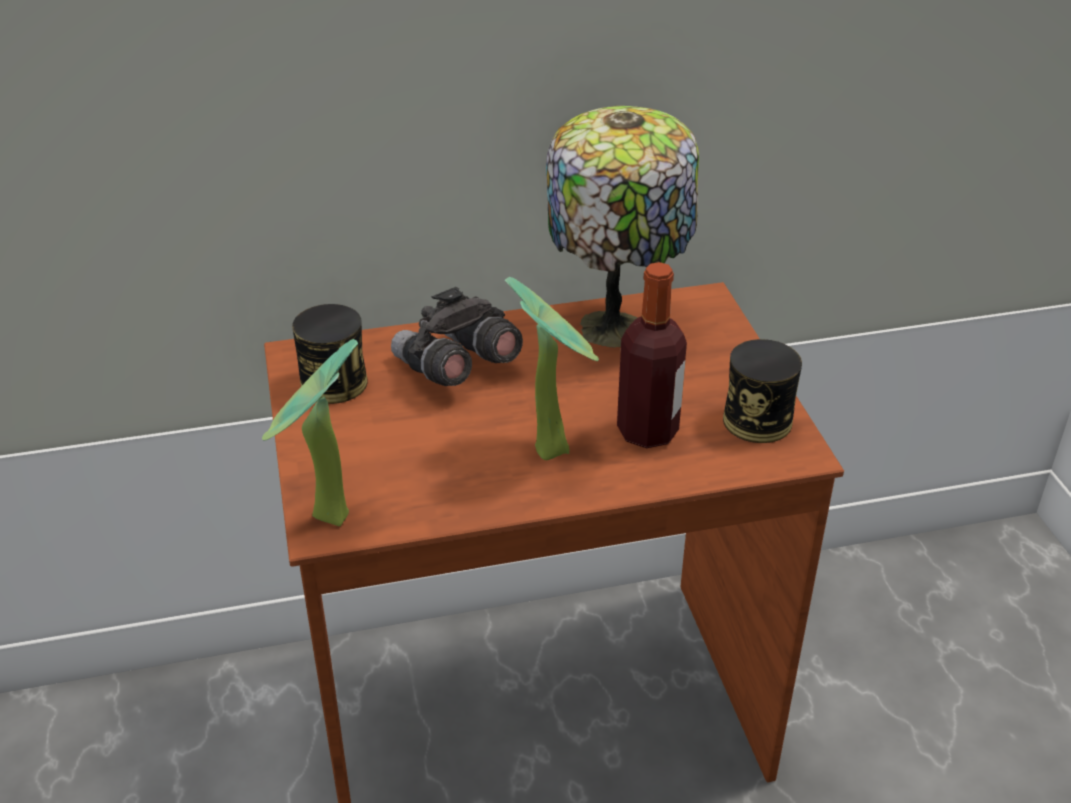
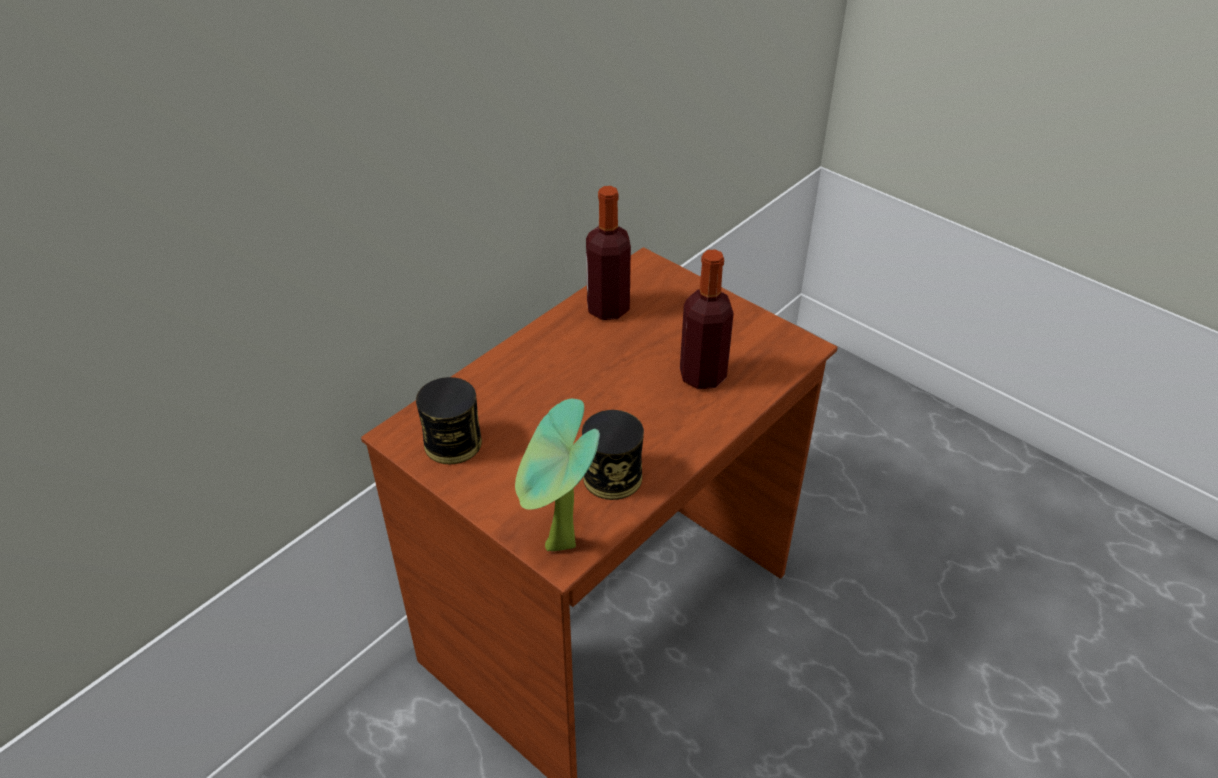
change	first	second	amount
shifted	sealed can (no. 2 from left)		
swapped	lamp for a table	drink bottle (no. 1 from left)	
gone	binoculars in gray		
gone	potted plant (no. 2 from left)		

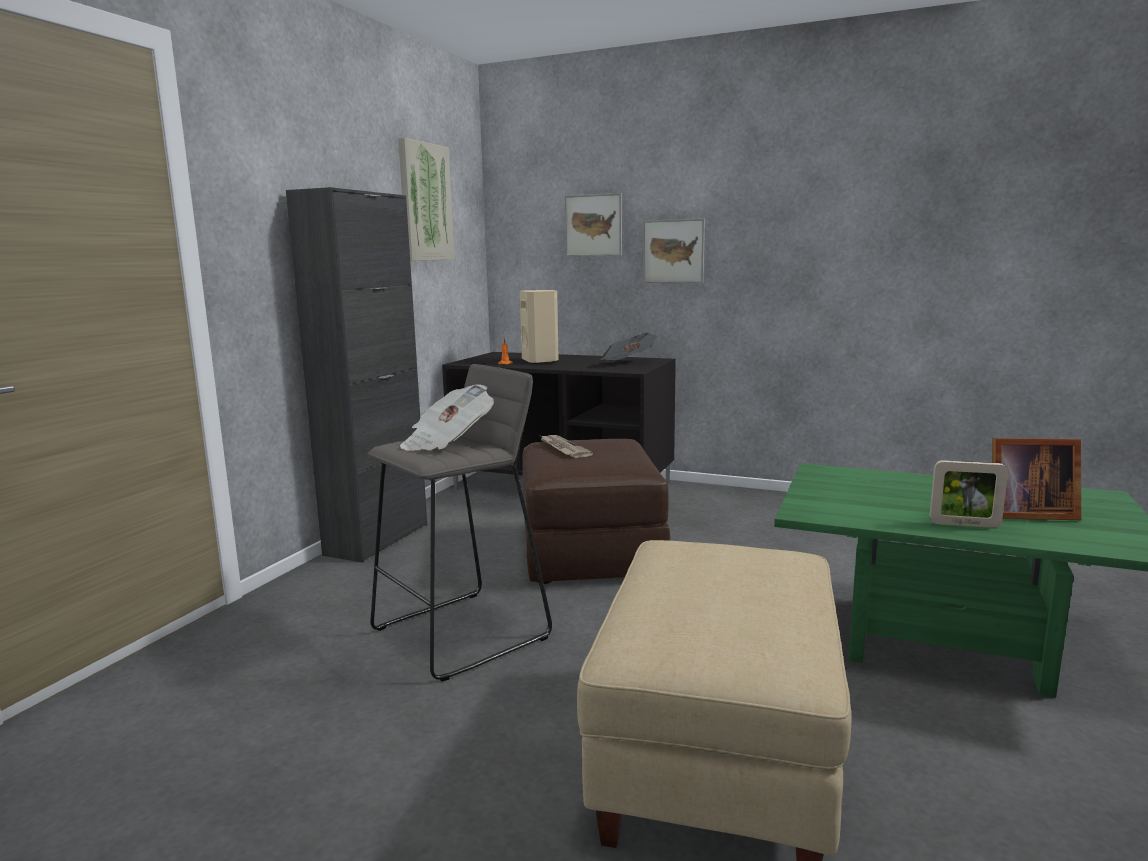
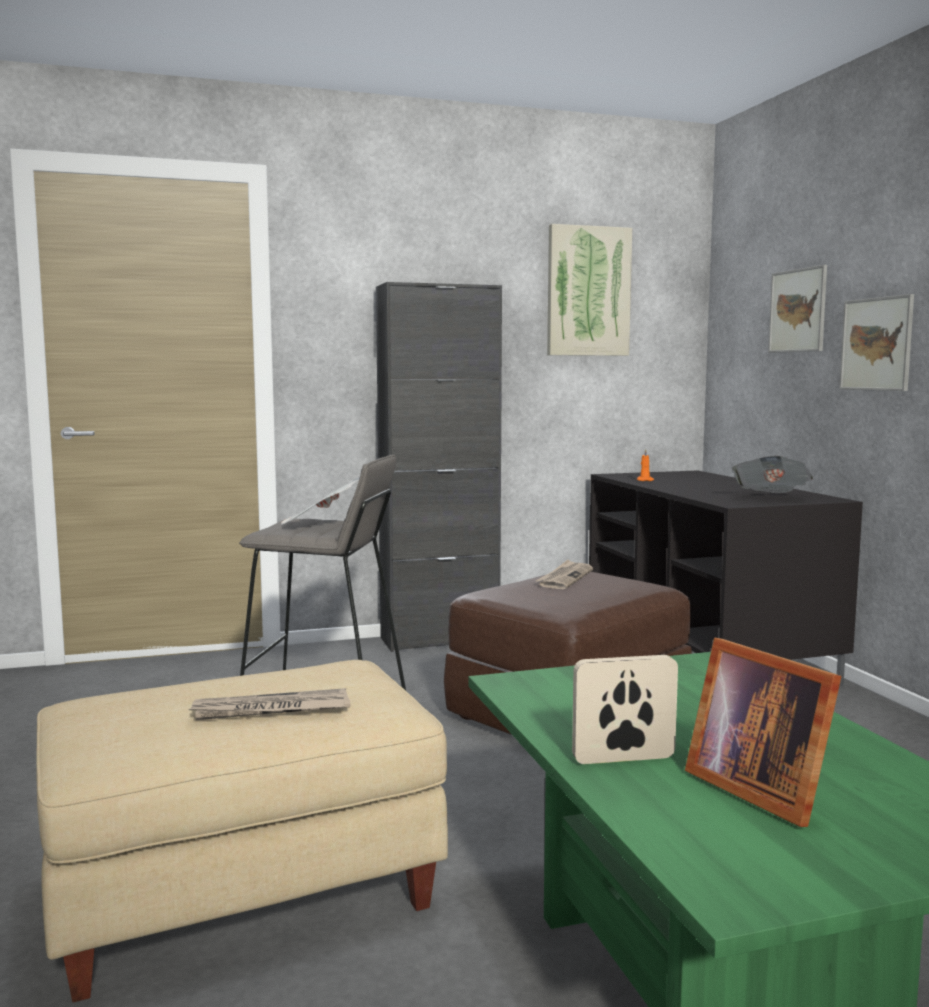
change	first	second	amount
new		daily paper (no. 1 from left)	
rotated	picture frame (no. 1 from left)		105 degrees clockwise
gone	audio speaker in beige-coloured		

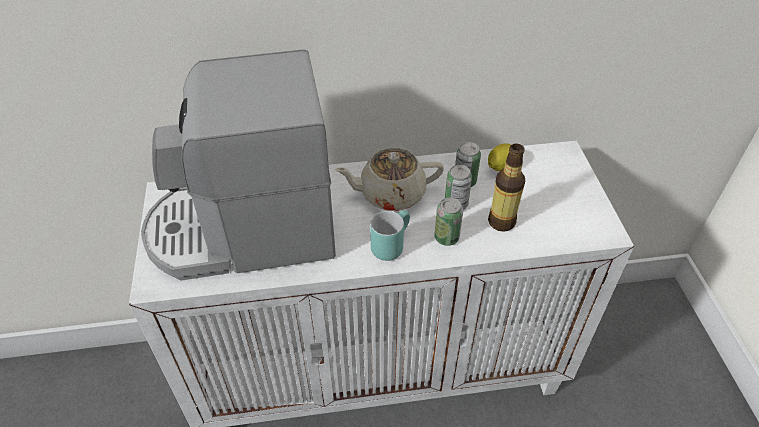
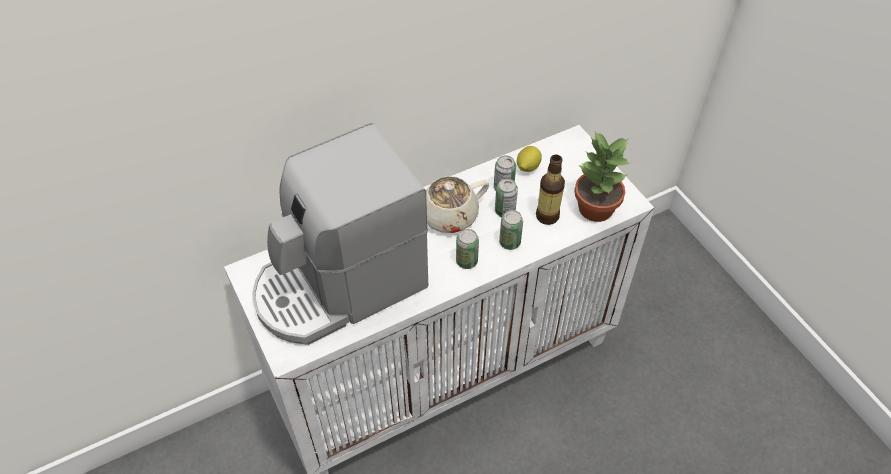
change	first	second	amount
swapped	mug in blue-green	sealed can (no. 1 from left)	
new		potted plant	

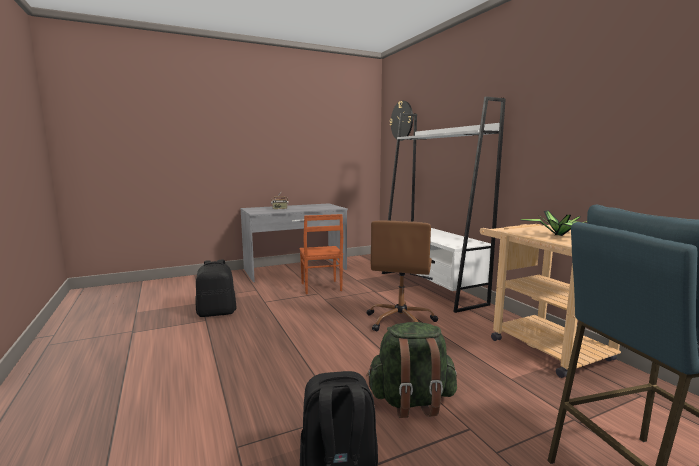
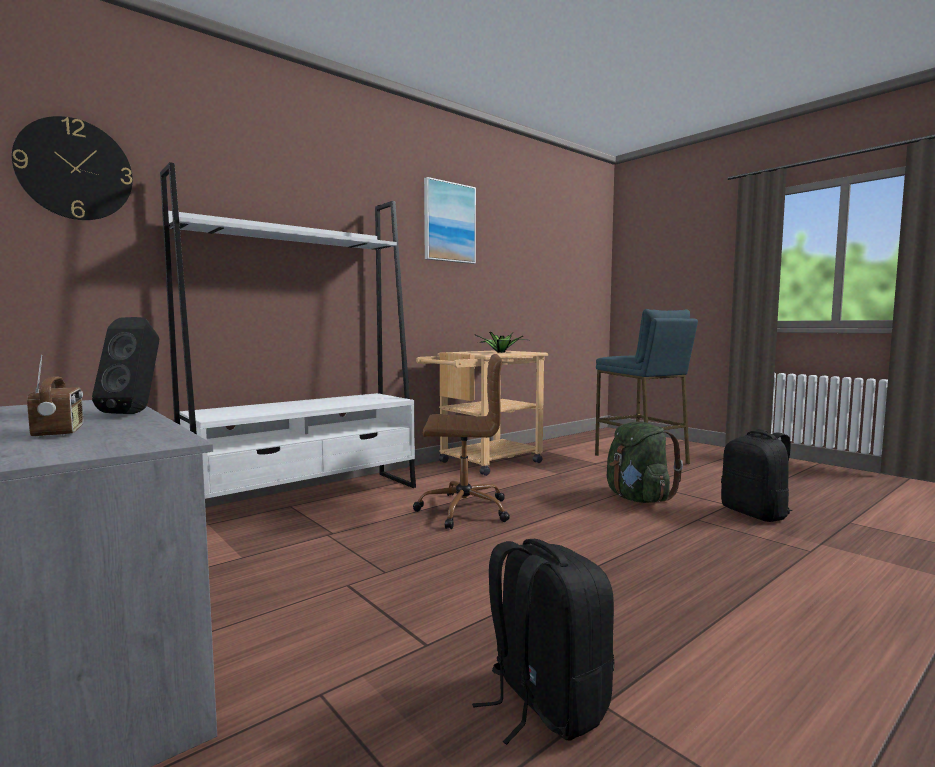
change	first	second	amount
new		audio speaker in black	
new		wall picture	
gone	chair in brownish		

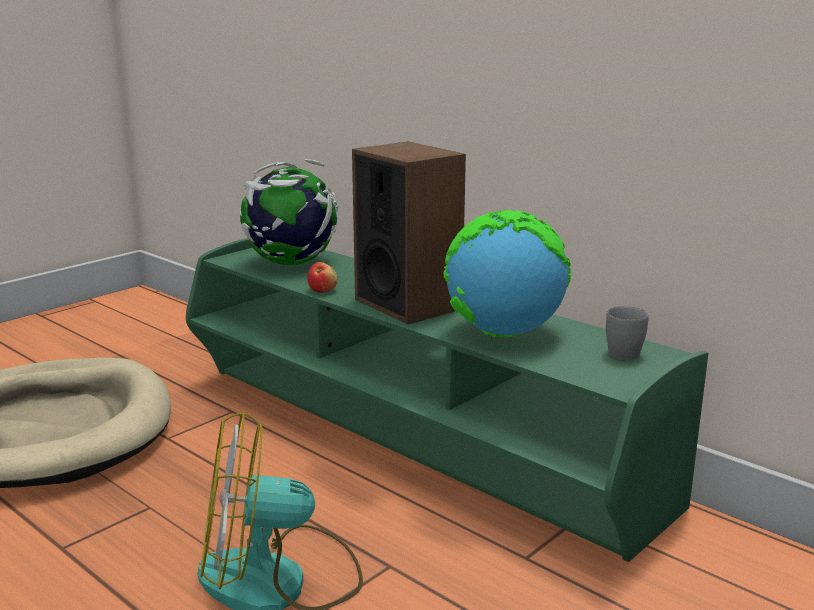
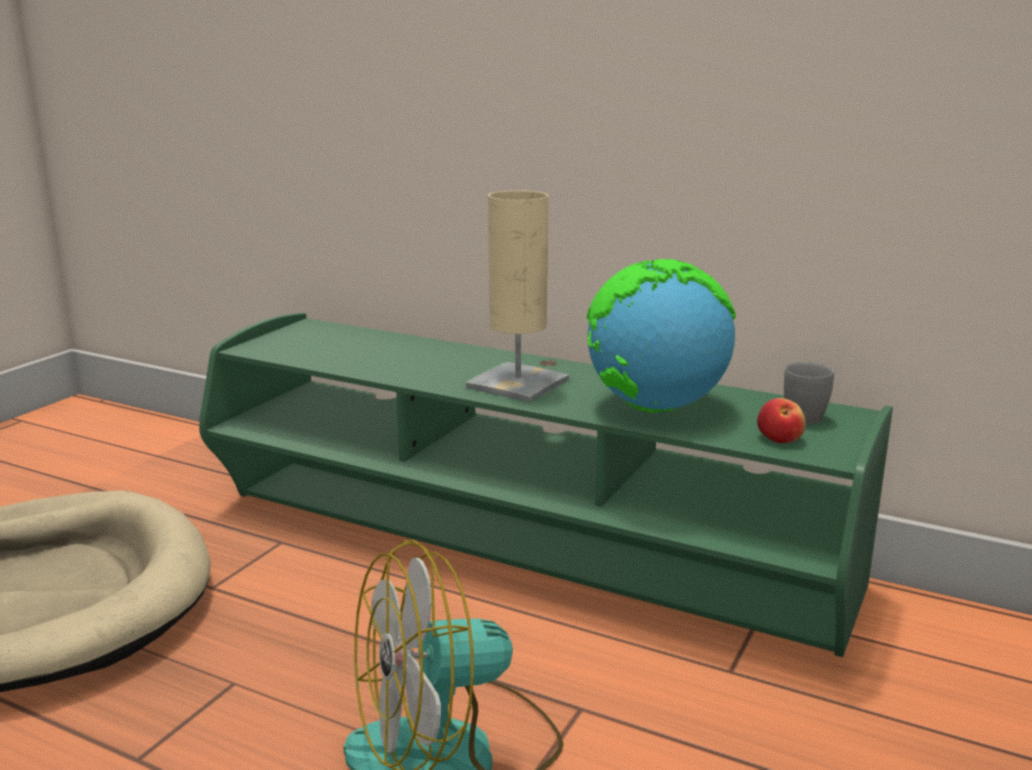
change	first	second	amount
swapped	audio speaker	lamp for a table in beige-coloured	
shifted	apple fruit		
gone	globe (no. 1 from left)		

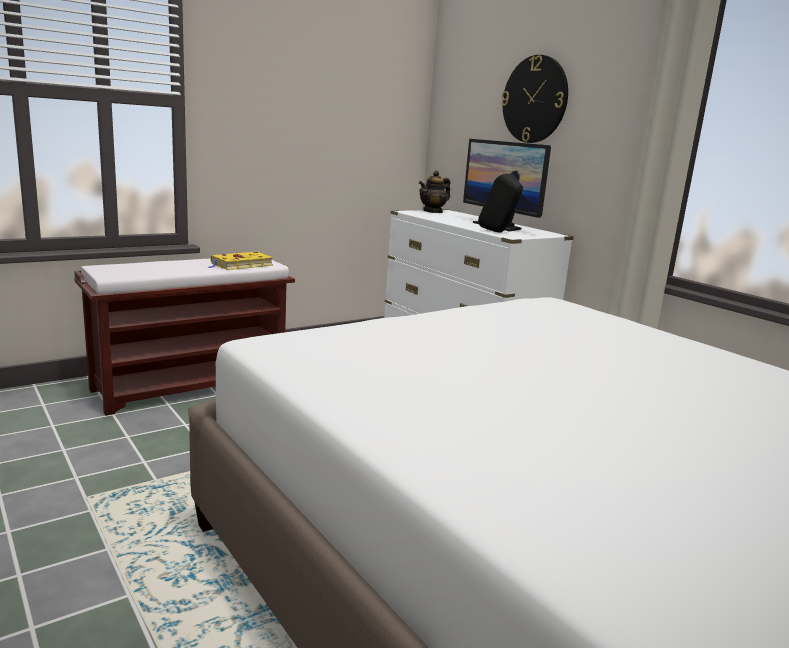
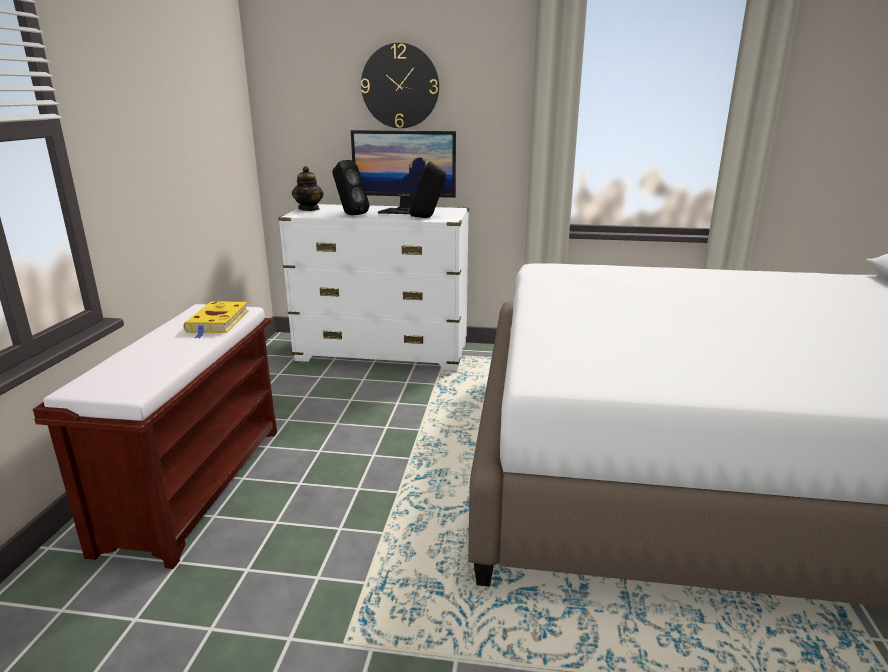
change	first	second	amount
new		audio speaker in black (no. 1 from left)	

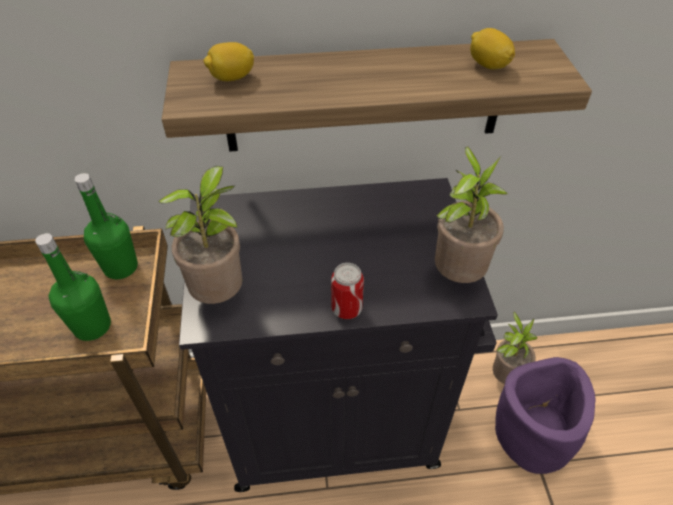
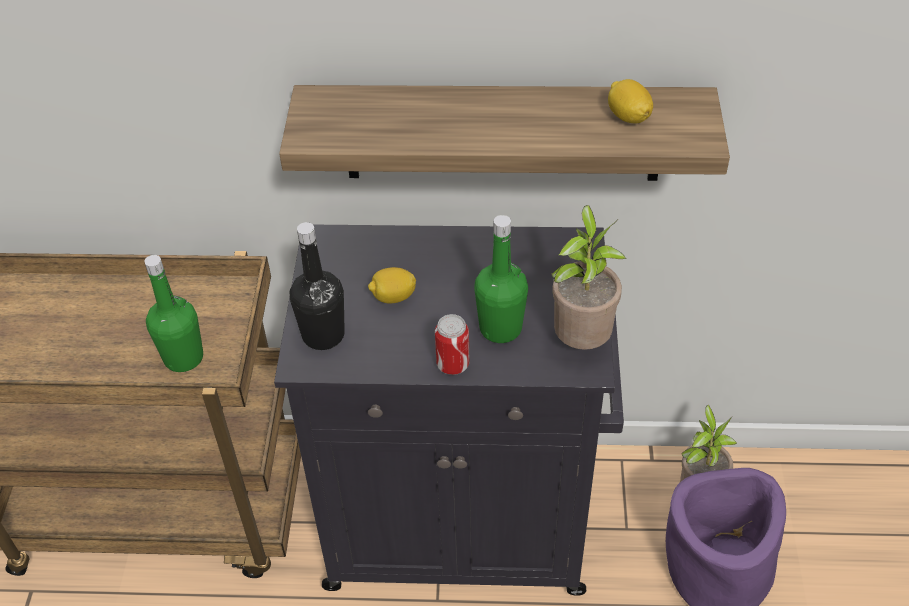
change	first	second	amount
swapped	potted plant (no. 1 from left)	drink bottle in black	
shifted	whole lemon (no. 1 from left)		
shifted	drink bottle in green-coloured (no. 2 from left)		

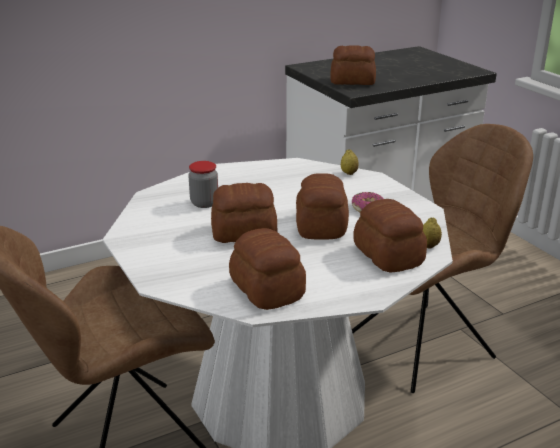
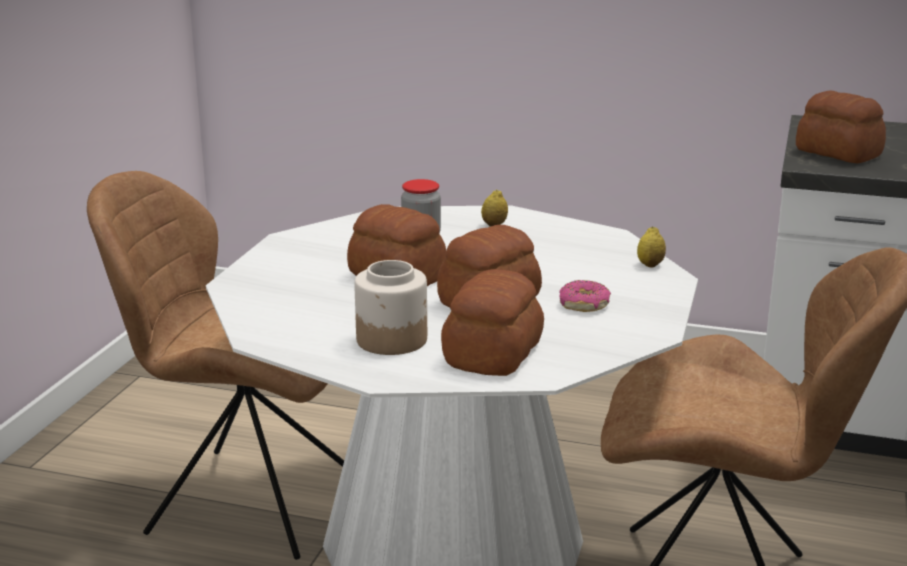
change	first	second	amount
new		jar (no. 1 from left)	
shifted	whole lemon (no. 2 from left in the first image)	whole lemon (no. 1 from left)	
gone	bread (no. 2 from left)		

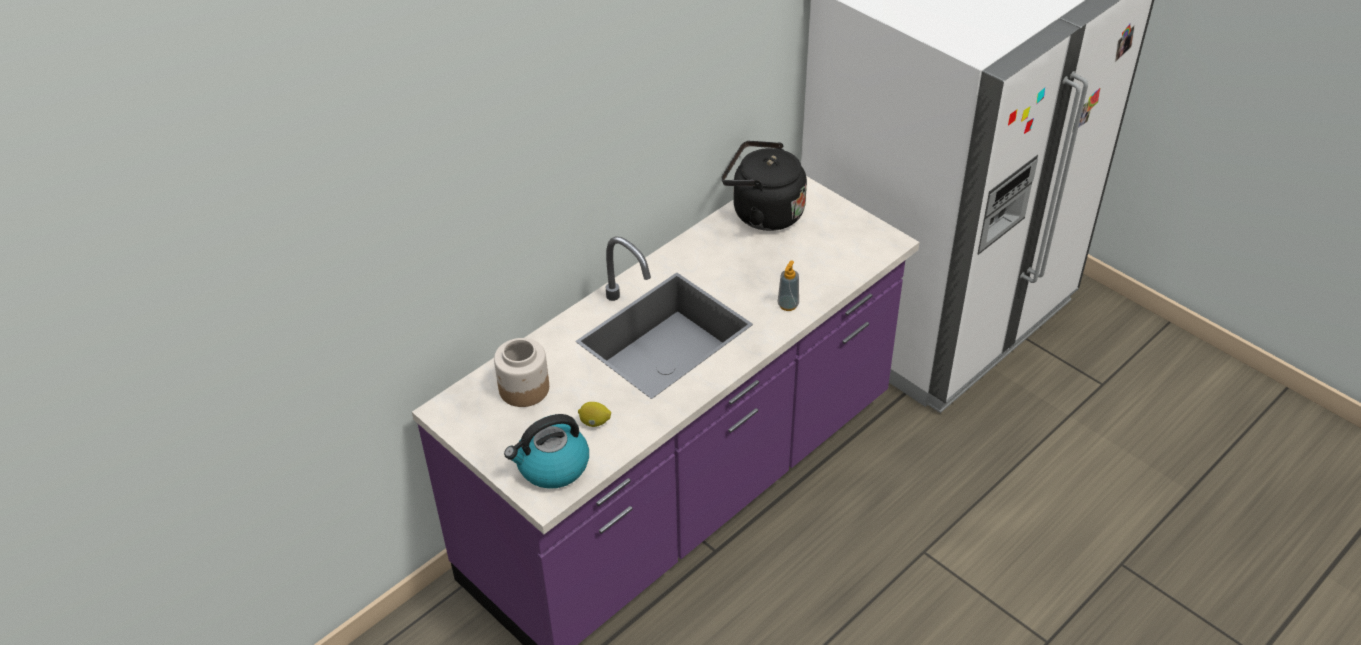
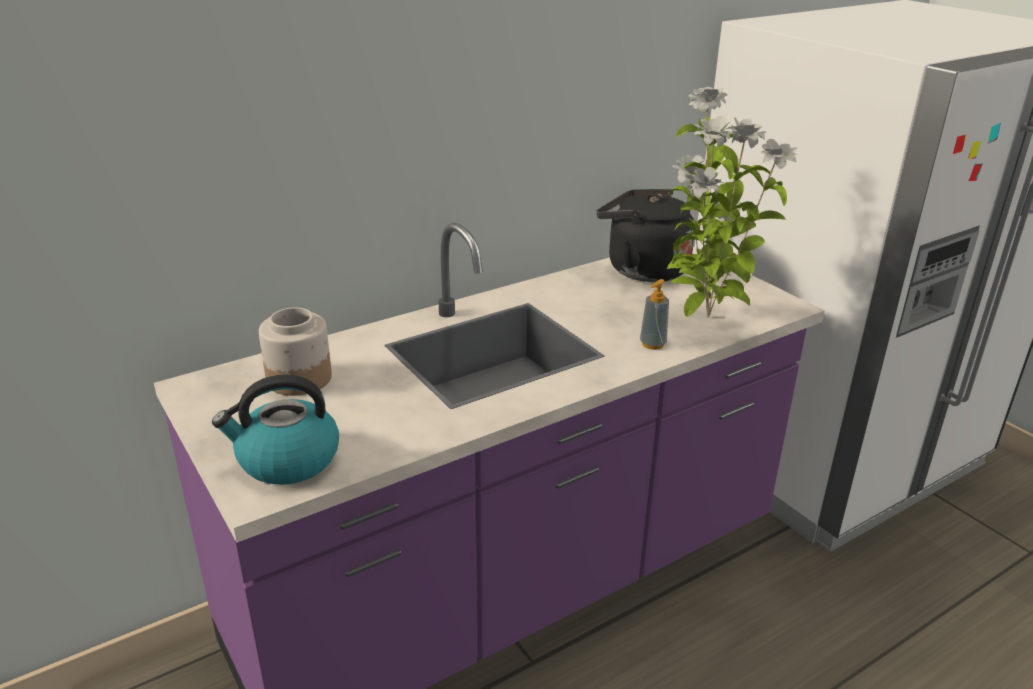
change	first	second	amount
new		potted plant	
gone	whole lemon		

